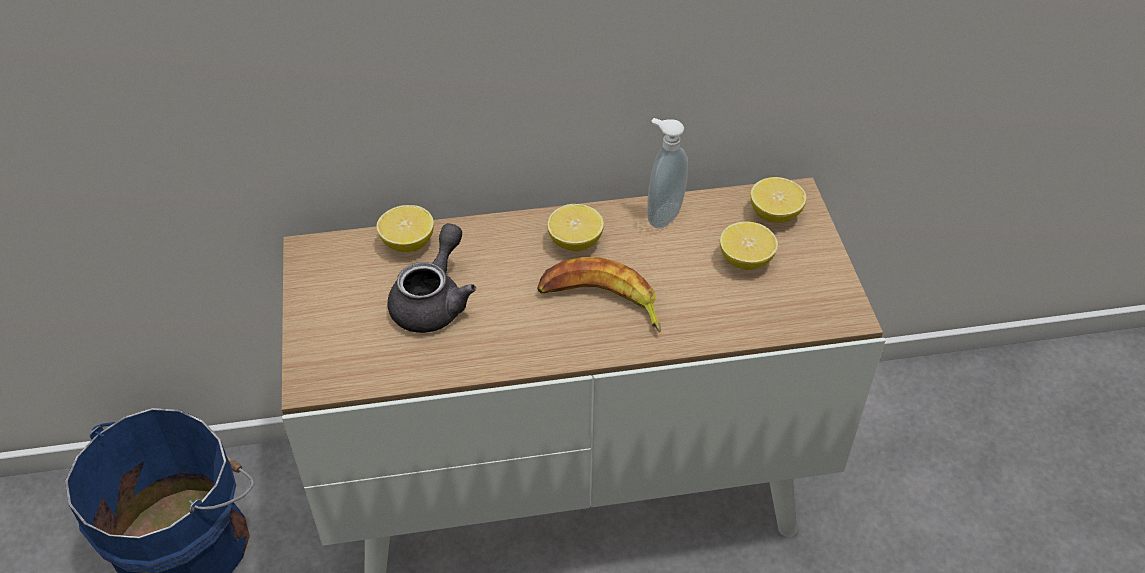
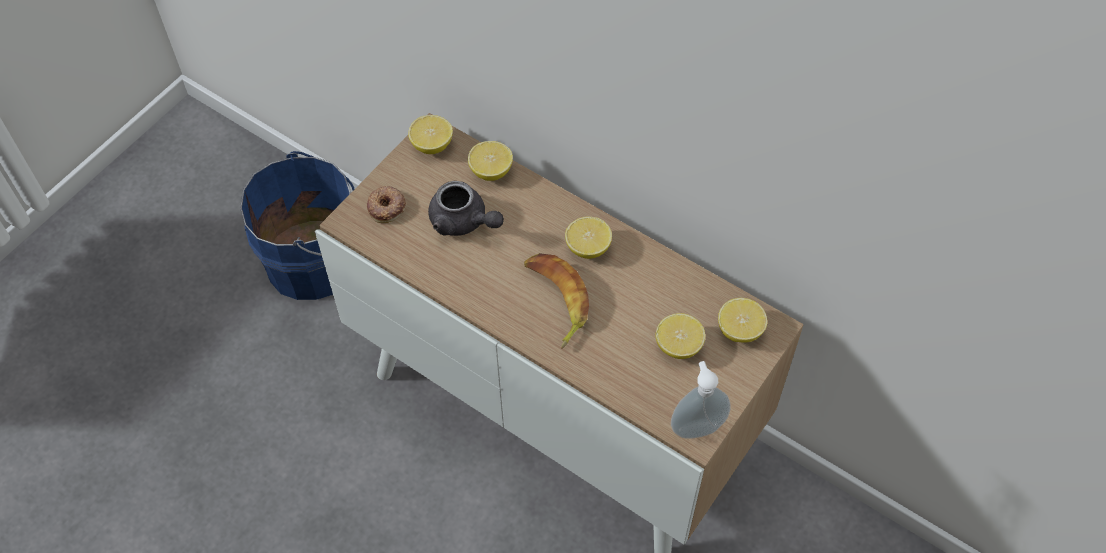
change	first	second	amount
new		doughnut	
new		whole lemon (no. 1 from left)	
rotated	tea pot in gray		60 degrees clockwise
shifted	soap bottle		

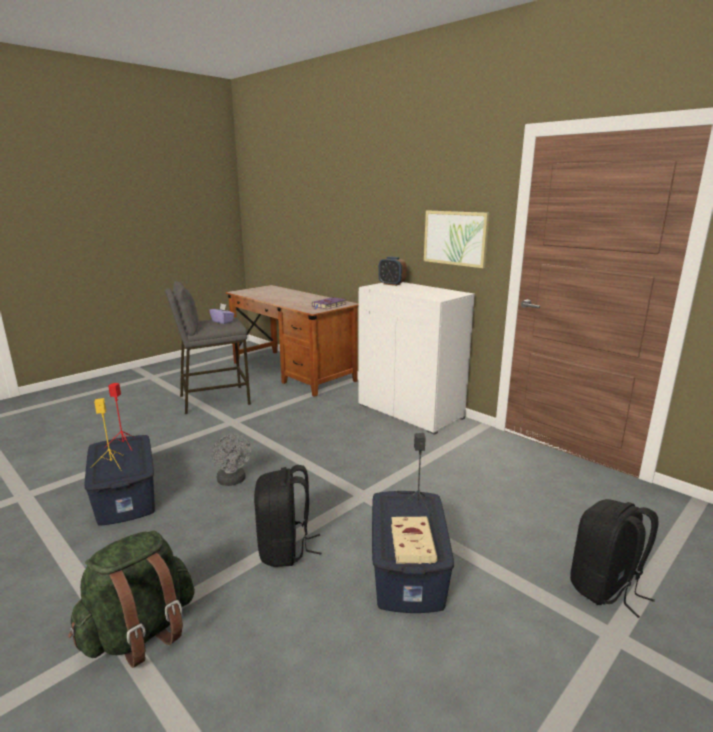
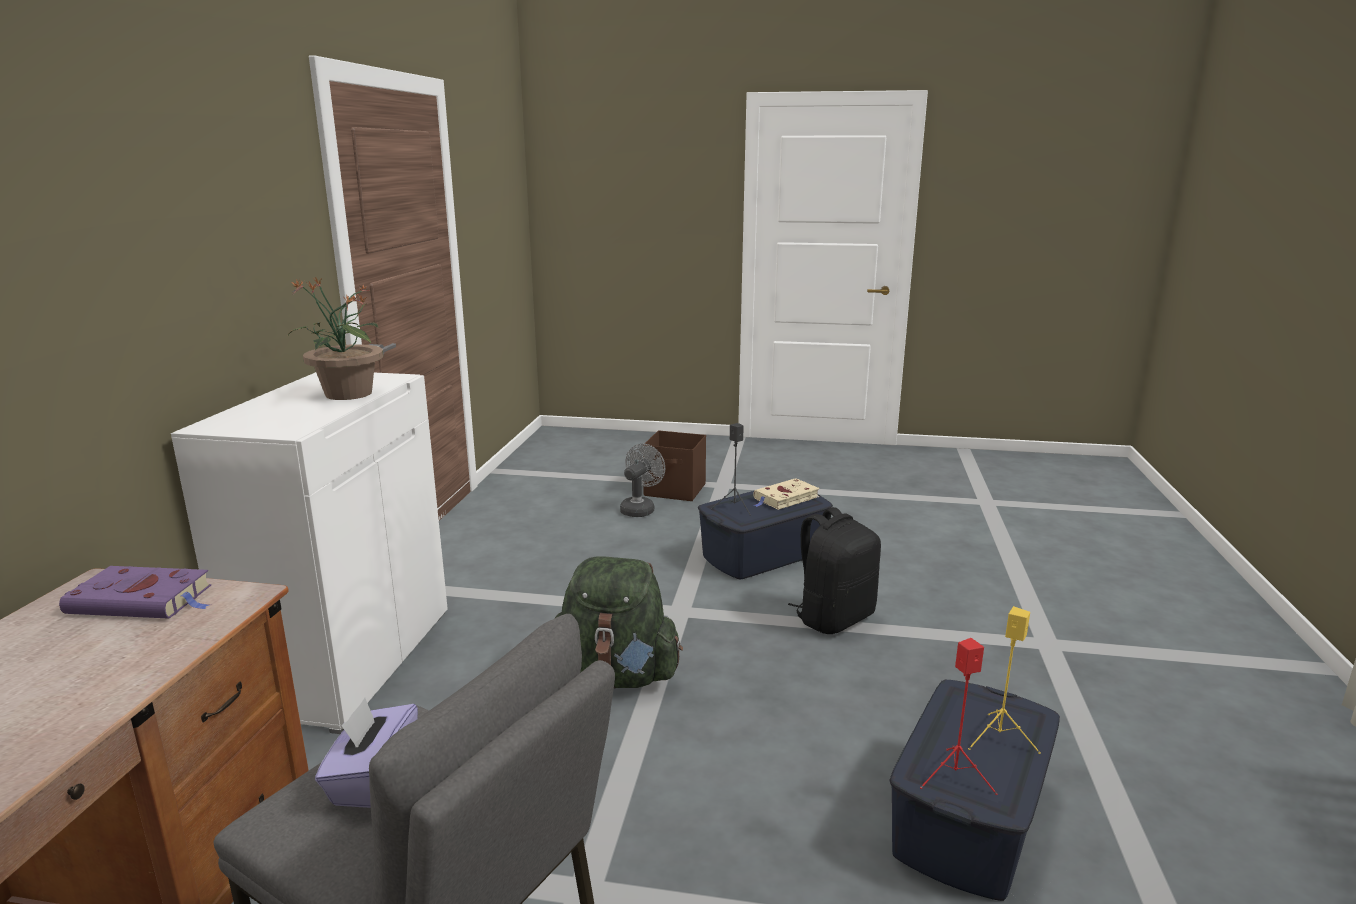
change	first	second	amount
new		potted plant	
shifted	knapsack in green-coloured		
shifted	electric fan in gray		
swapped	knapsack in black (no. 2 from left)	storage container in brownish	
gone	bedside clock		
gone	wall picture		

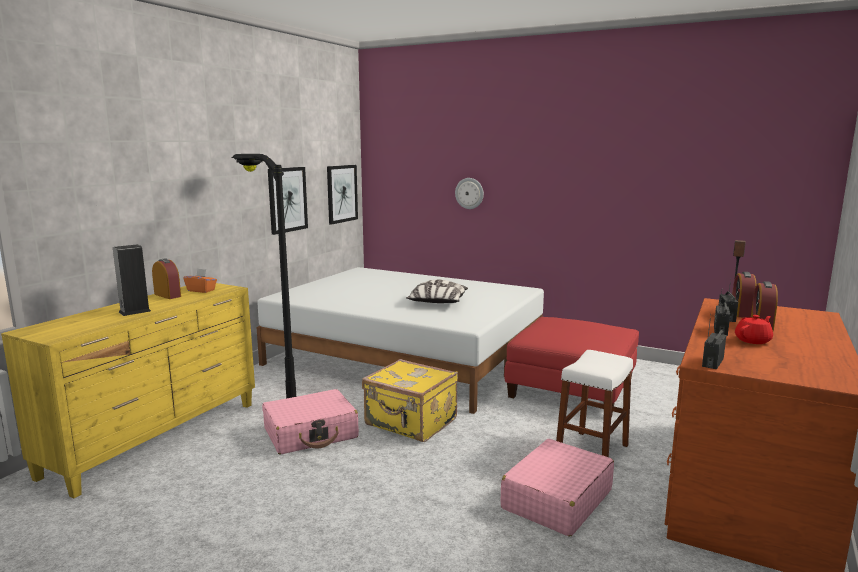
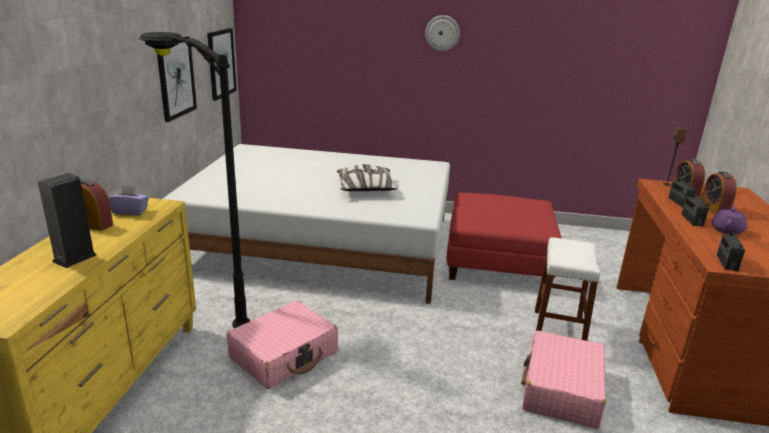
change	first	second	amount
repainted	box of tissues in orange-coloured	box of tissues in purple-coloured	
shifted	hanging clock		
repainted	tea pot in red	tea pot in purple-coloured	
gone	suitcase in yellow-coloured		

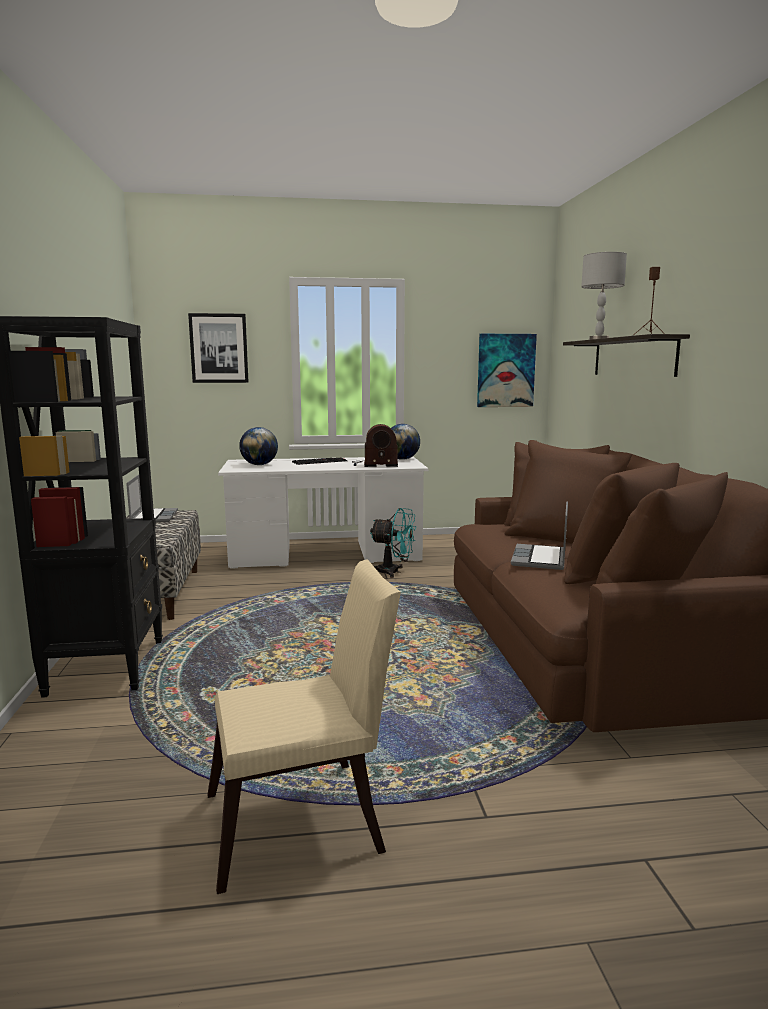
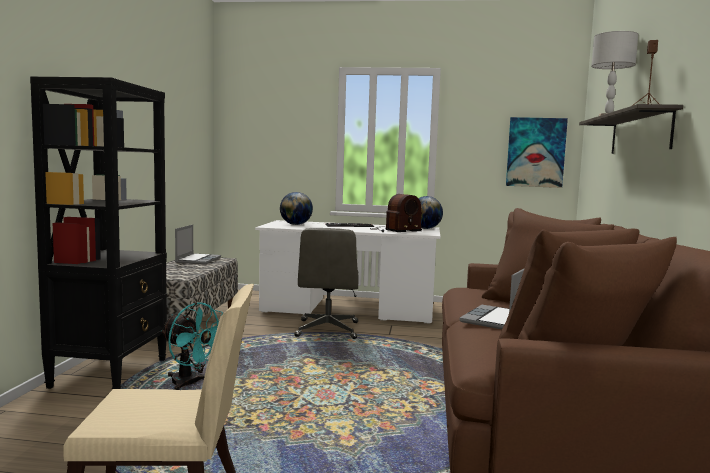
change	first	second	amount
shifted	electric fan in blue-green		
new		computer chair in gray	
rotated	radio		45 degrees counterclockwise
gone	wall picture (no. 1 from left)		

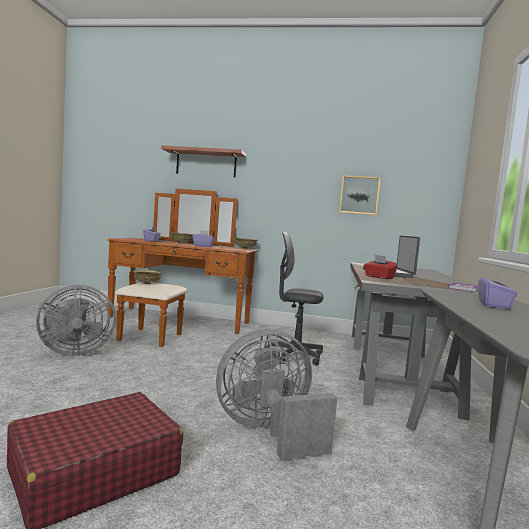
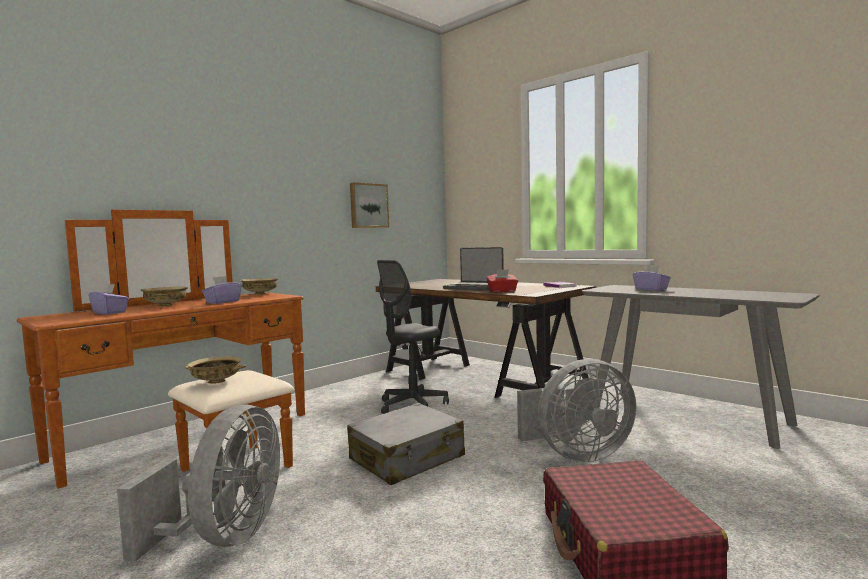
change	first	second	amount
new		suitcase in gray	
repainted	desk in gray	desk in brownish	
rotated	electric fan in gray (no. 2 from left)		120 degrees counterclockwise
gone	shelf		

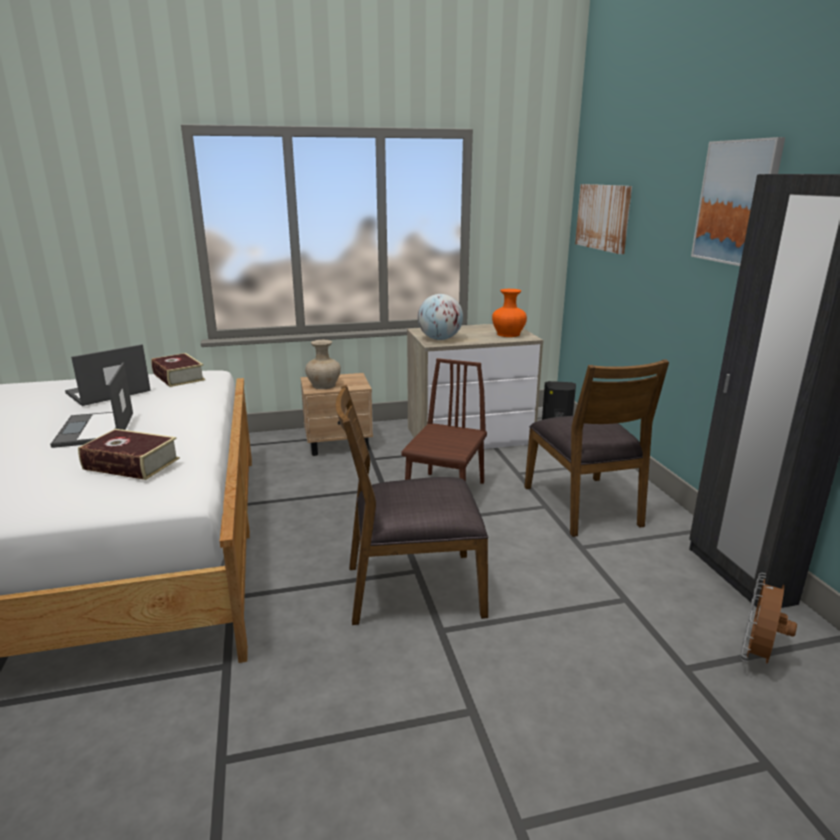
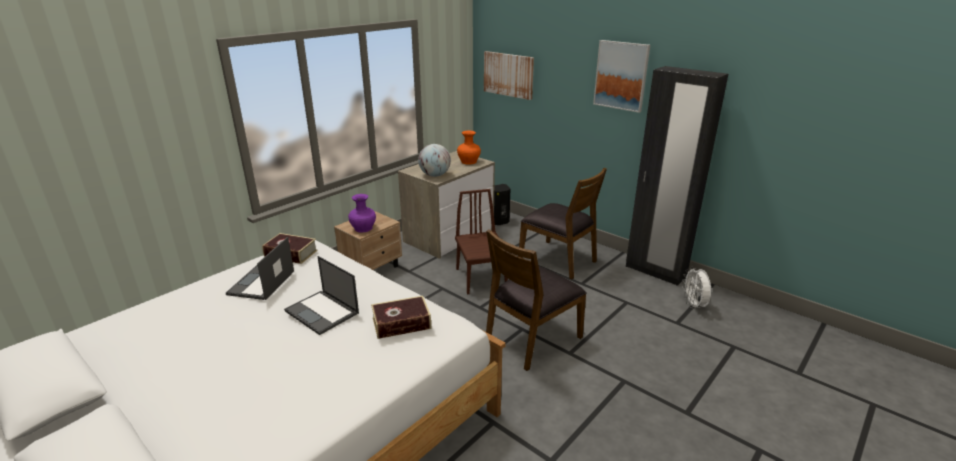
change	first	second	amount
repainted	flower vase in beige-coloured	flower vase in purple-coloured	
repainted	electric fan in brownish	electric fan in white-coloured	

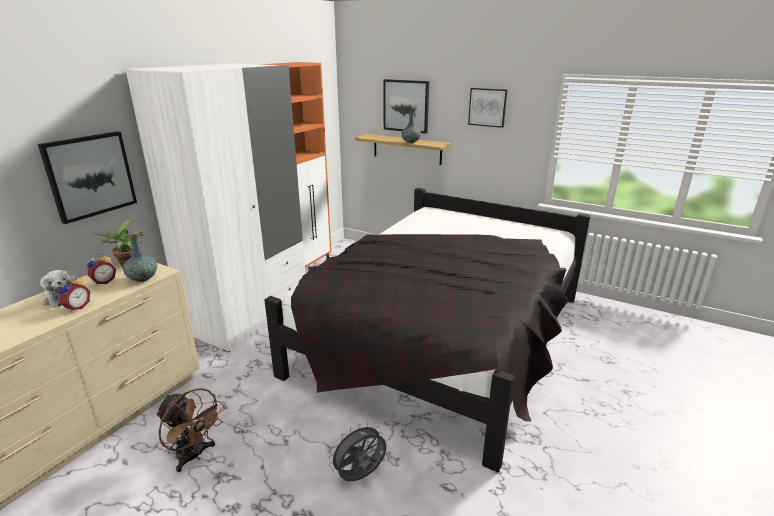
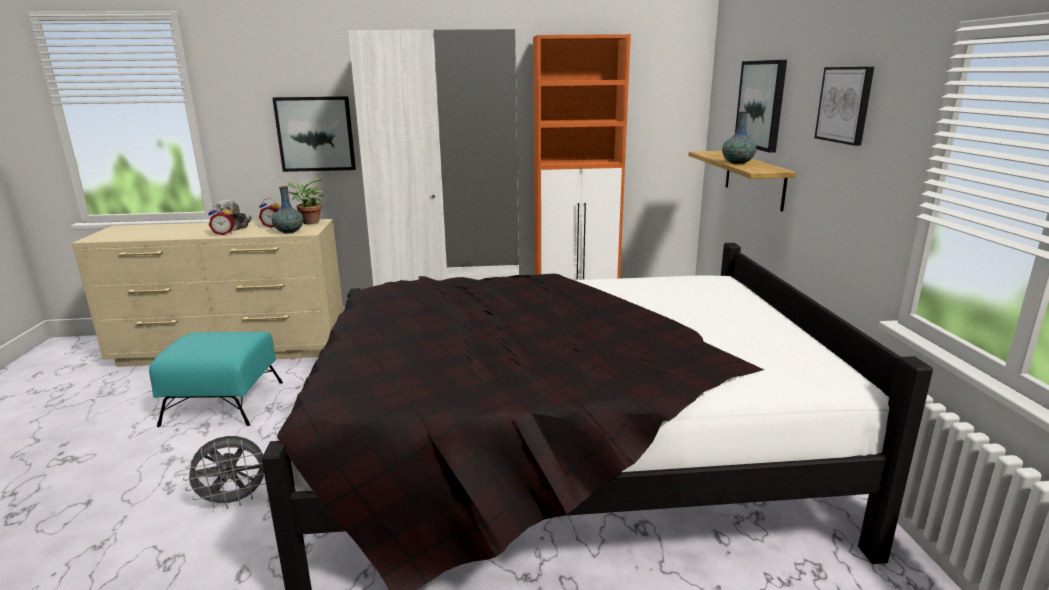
change	first	second	amount
swapped	electric fan in brownish	footrest in blue-green	
rotated	electric fan in gray		135 degrees clockwise

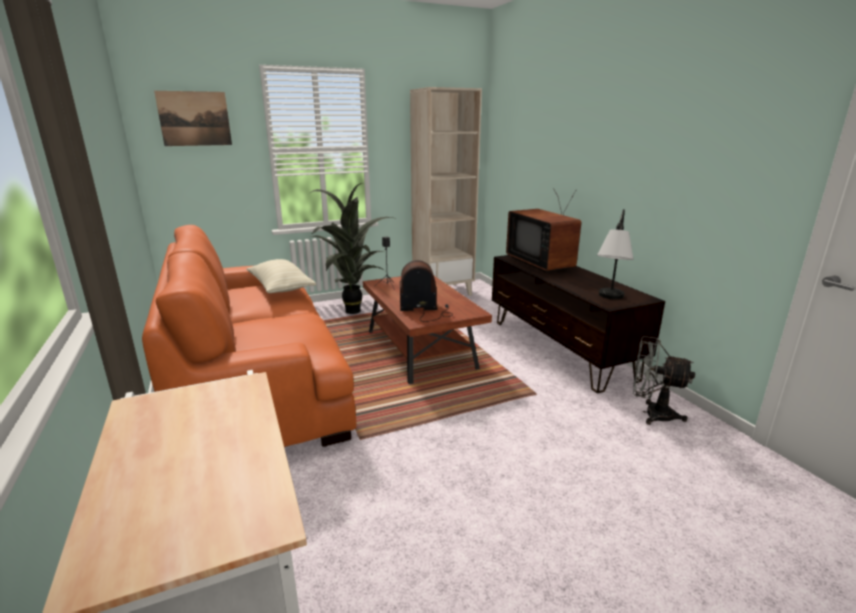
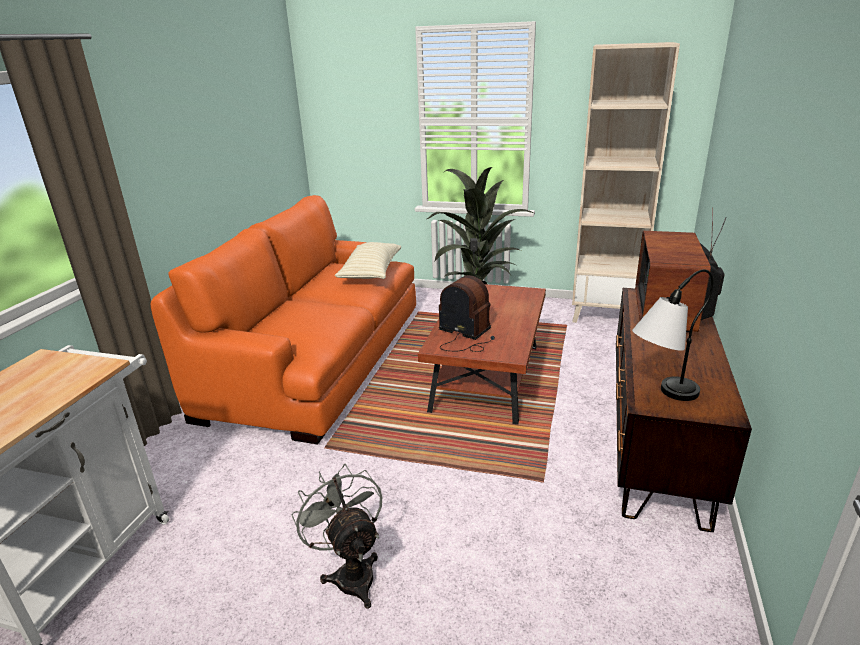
change	first	second	amount
shifted	electric fan in gray		
gone	wall picture		

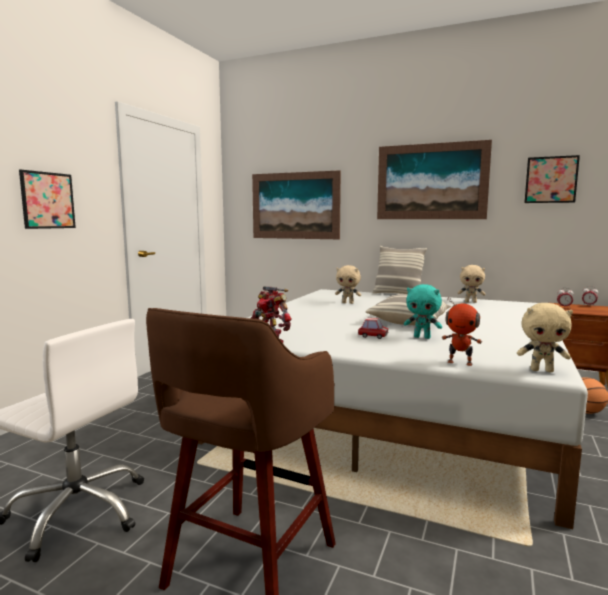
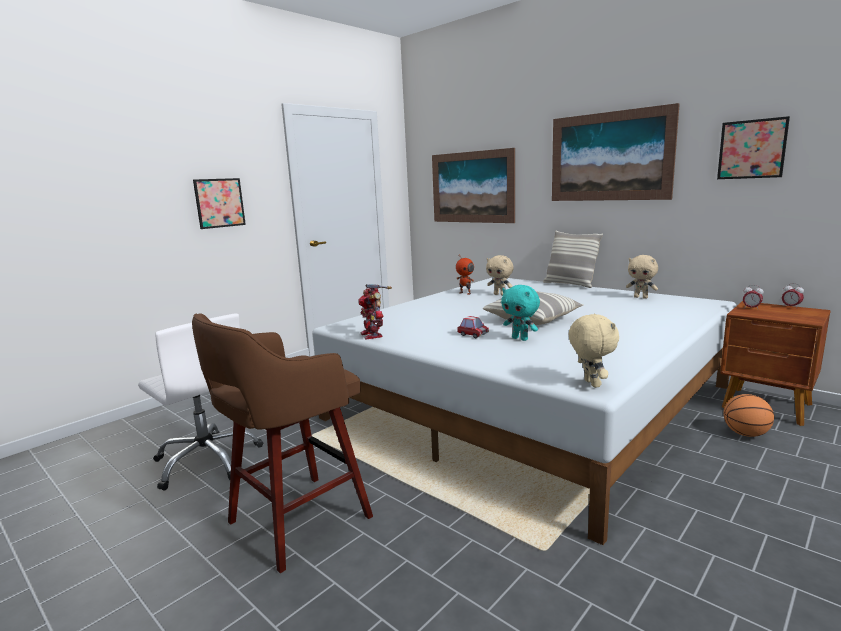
change	first	second	amount
shifted	toy robot (no. 2 from left)		
rotated	cuddly toy in beige-coloured (no. 3 from left in the first image)	cuddly toy in beige-coloured (no. 2 from left)	135 degrees counterclockwise

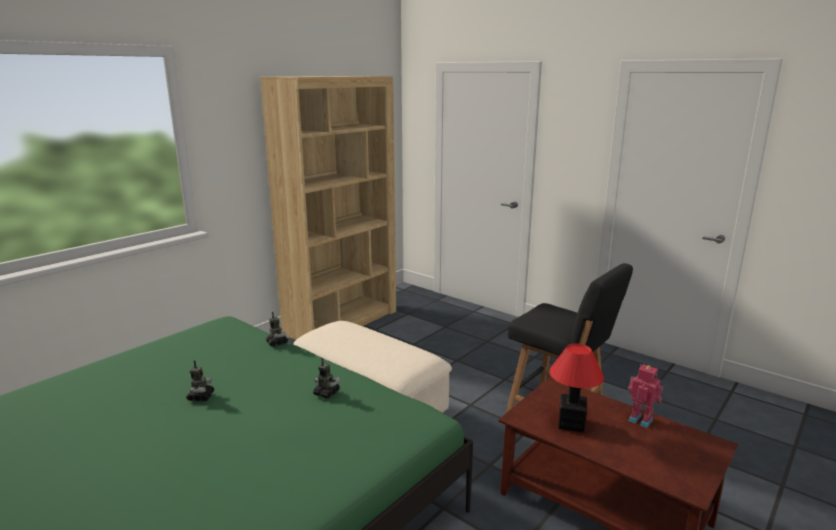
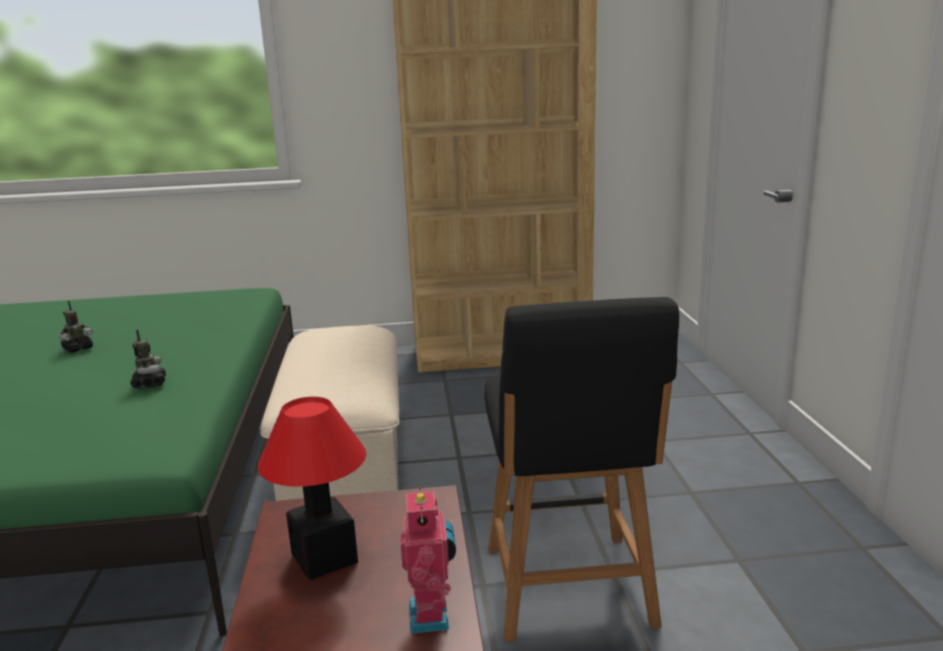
change	first	second	amount
gone	toy robot (no. 2 from left)		

